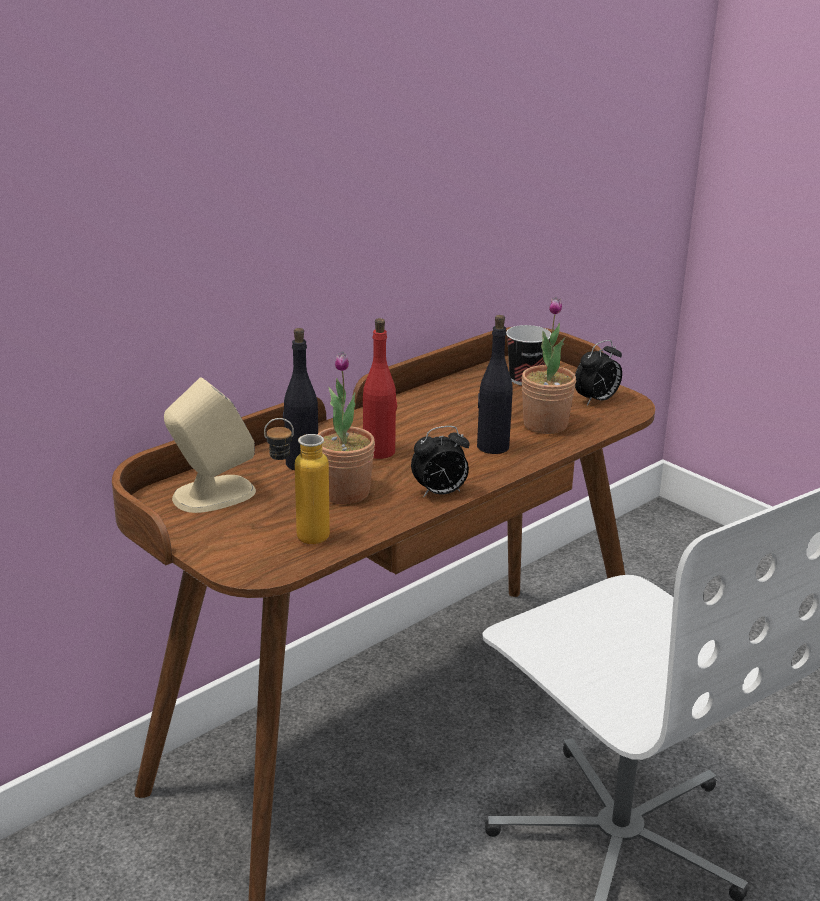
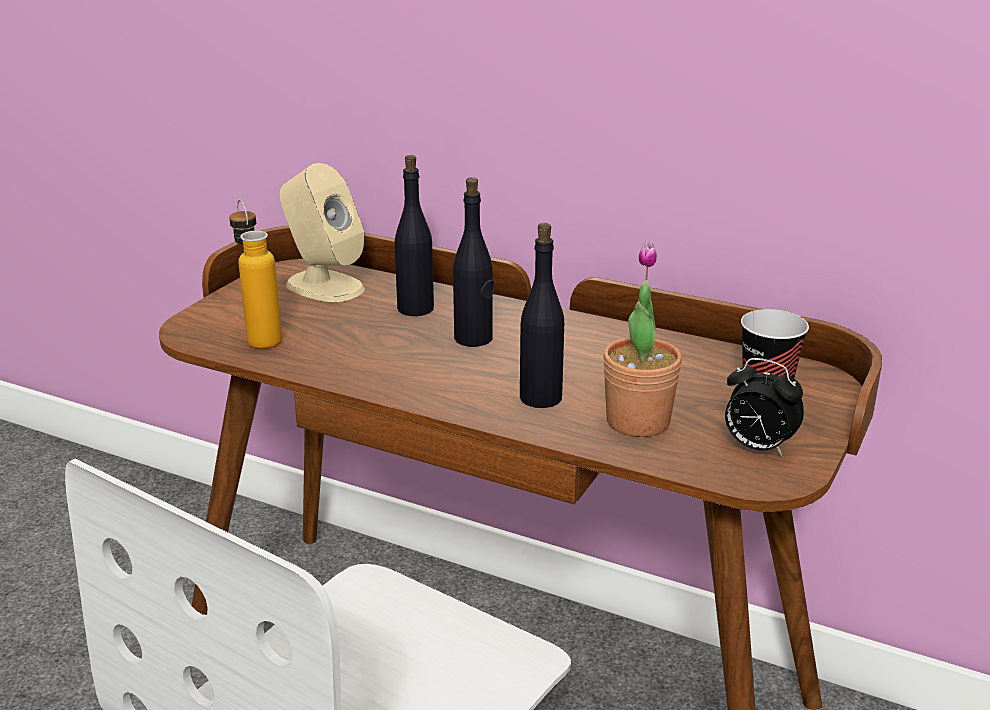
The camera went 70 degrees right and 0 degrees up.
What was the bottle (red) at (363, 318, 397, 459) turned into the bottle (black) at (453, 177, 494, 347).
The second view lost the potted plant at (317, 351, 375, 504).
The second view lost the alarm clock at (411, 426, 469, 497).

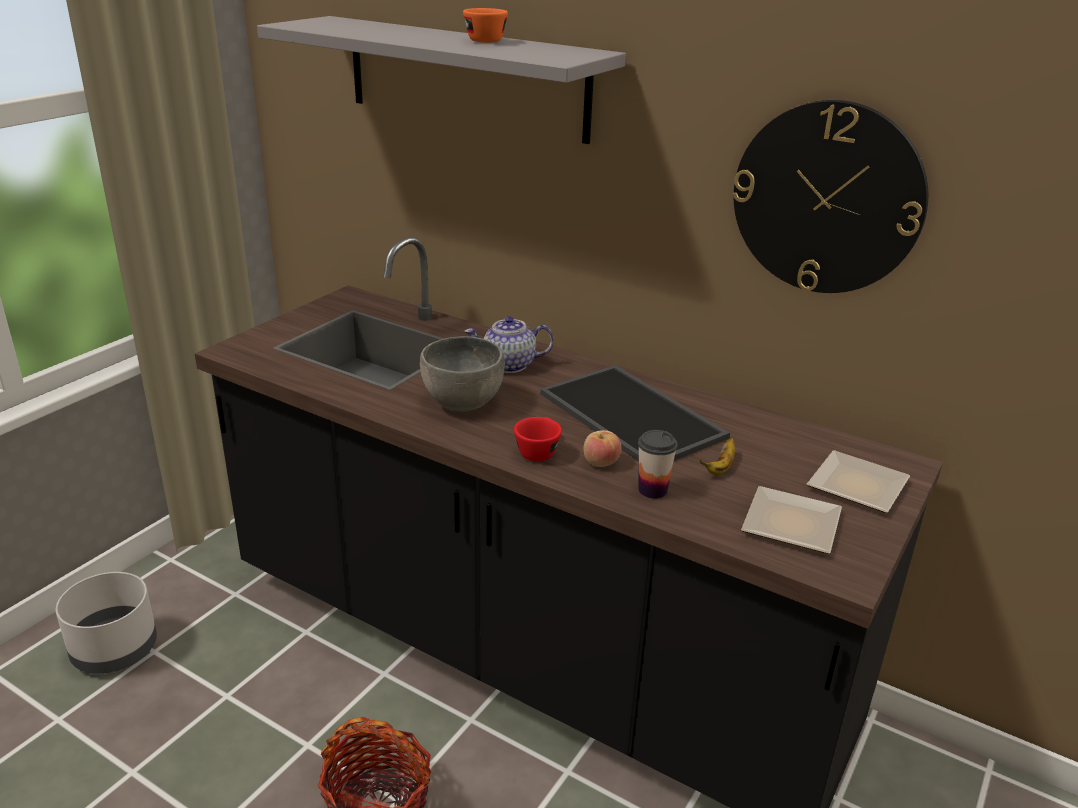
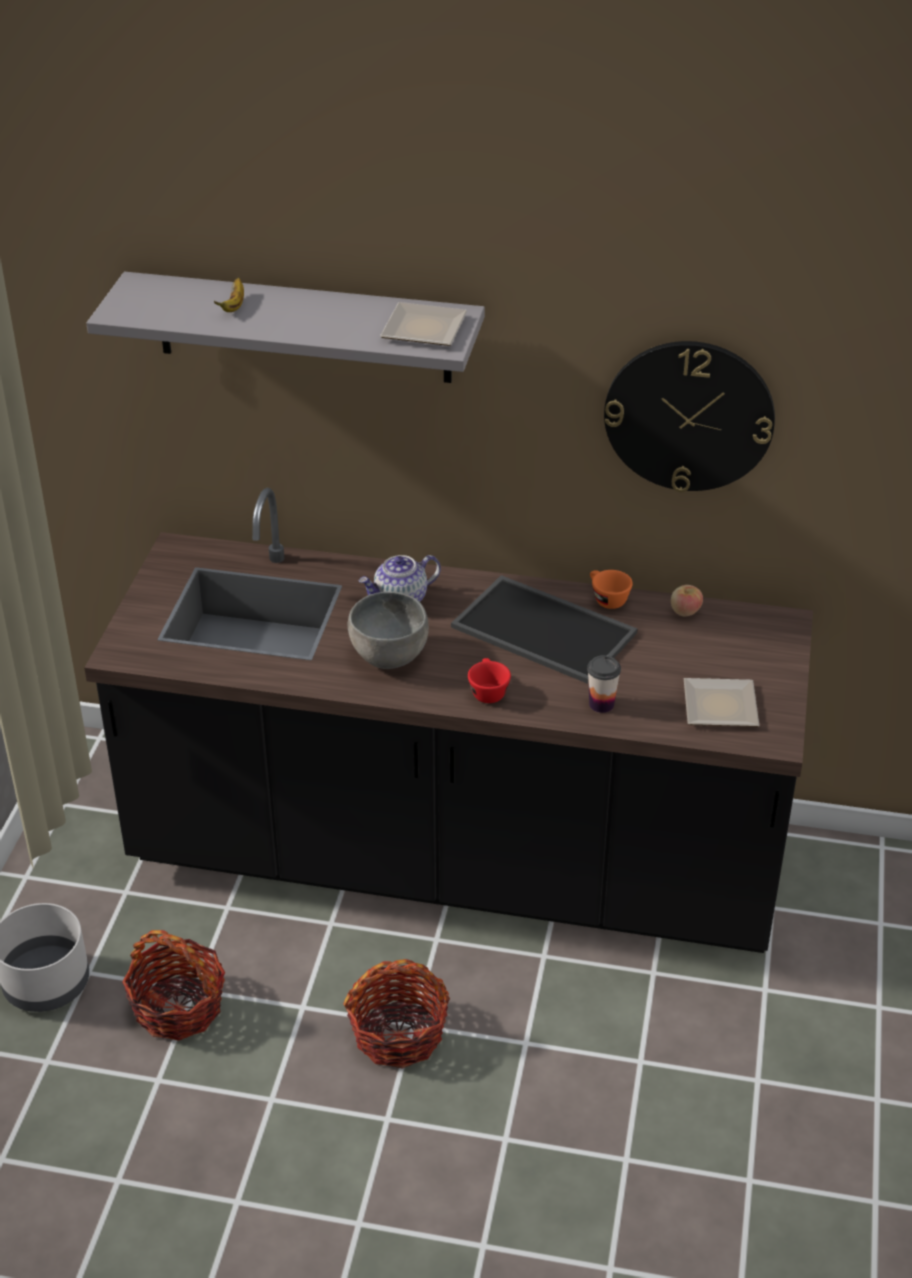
The camera went 20 degrees left and 10 degrees up.
The second view gained the basket at (122, 930, 225, 1041).
The banana ended up elsewhere, having gone from (700, 438, 735, 475) to (214, 278, 244, 312).
The plate ended up elsewhere, having gone from (807, 451, 910, 513) to (380, 302, 467, 346).
The cup (orange) ended up elsewhere, having gone from (463, 8, 508, 43) to (590, 570, 633, 609).
The apple ended up elsewhere, having gone from (584, 430, 621, 467) to (671, 585, 703, 616).

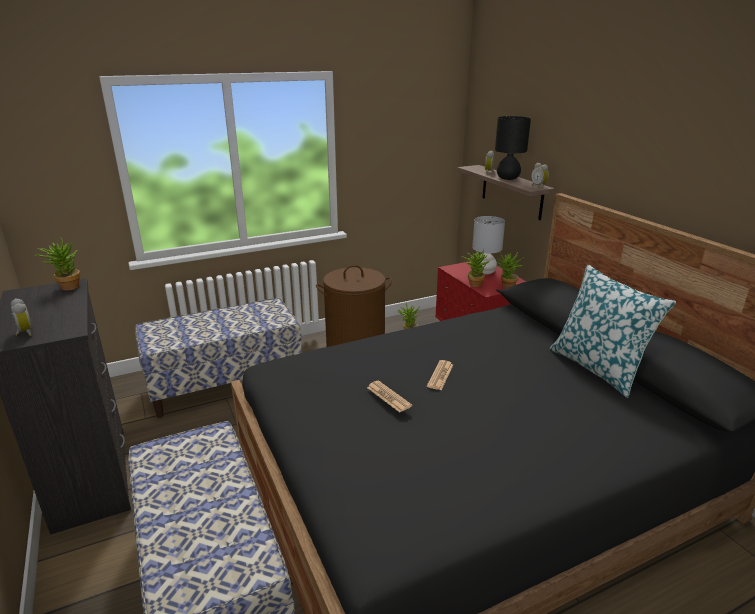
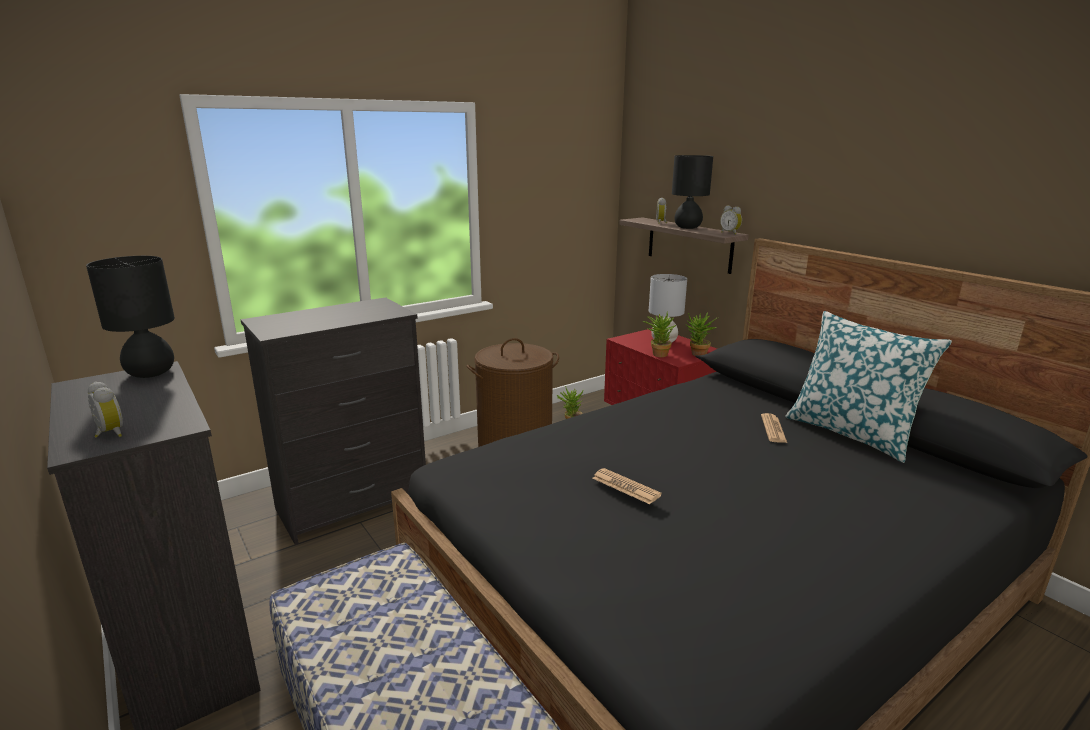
The camera went 10 degrees left and 5 degrees down.
Where the potted plant stood at (35, 237, 80, 291), the table lamp (black) came to stand at (86, 256, 175, 378).
Where the bench stood at (135, 298, 302, 418), the dresser (black) came to stand at (241, 297, 426, 545).
The newspaper ended up elsewhere, having gone from (427, 360, 453, 390) to (761, 413, 787, 443).

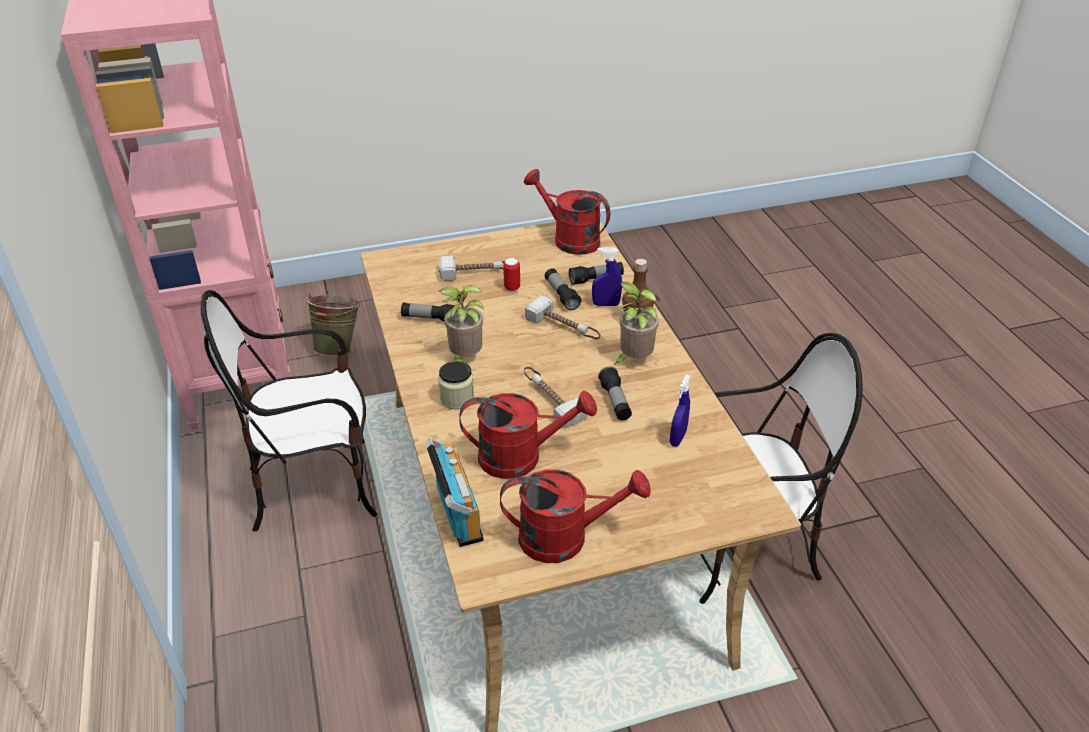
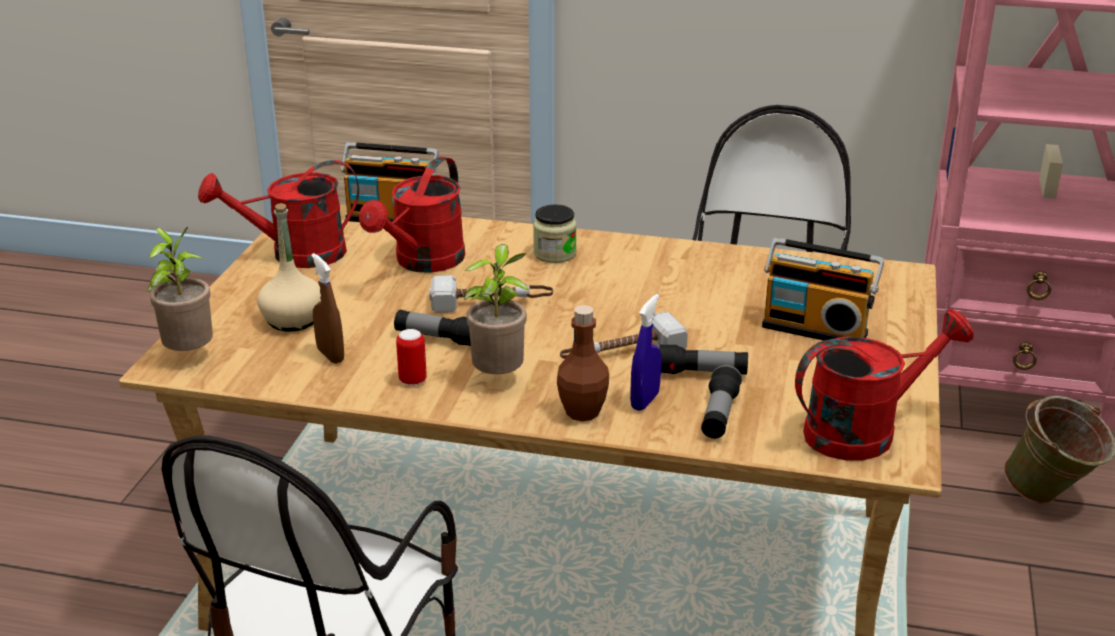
The camera went 120 degrees right and 10 degrees down.
The potted plant ended up elsewhere, having gone from (439, 285, 484, 362) to (147, 227, 213, 351).
The watering can (red) at (500, 470, 651, 563) ended up facing another way, 45 degrees clockwise from before.
The second view gained the bottle (beige) at (257, 203, 321, 332).
What was the spray bottle (blue) at (670, 374, 691, 447) turned into the spray bottle (brown) at (311, 253, 344, 364).
The can ended up elsewhere, having gone from (503, 258, 520, 291) to (396, 329, 427, 386).
Where the hammer stood at (438, 255, 505, 281), the radio came to stand at (762, 238, 884, 340).
The second view lost the flashlight at (401, 303, 455, 322).

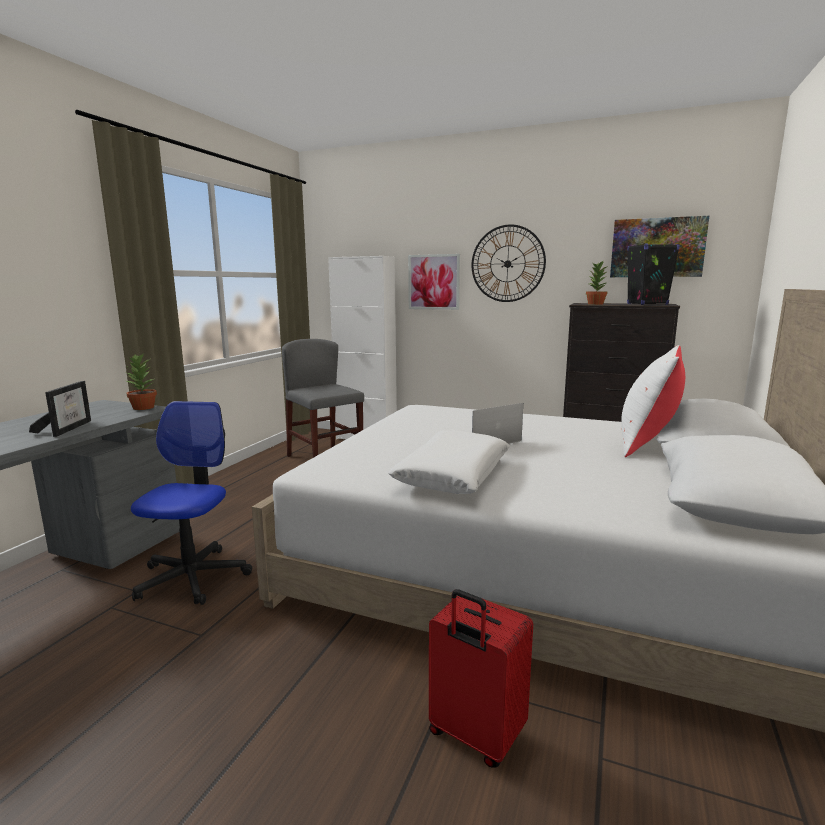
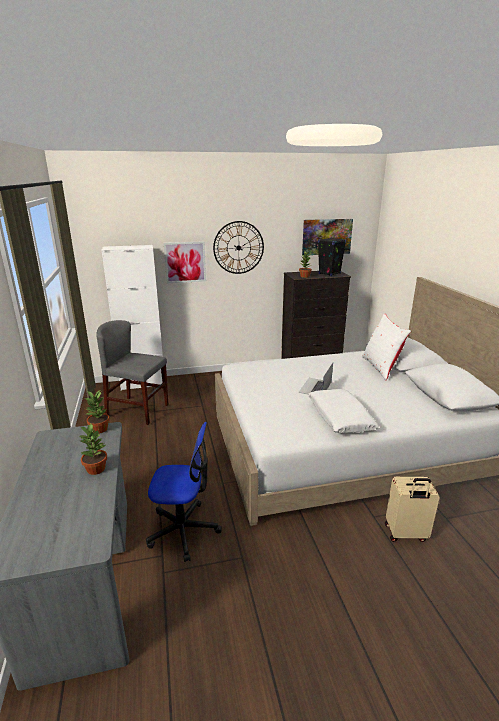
The camera went 35 degrees left and 10 degrees up.
Where the picture frame stood at (29, 381, 91, 437), the potted plant came to stand at (79, 424, 107, 475).
The office chair at (131, 401, 252, 605) ended up facing another way, 120 degrees clockwise from before.
What was the suitcase (red) at (429, 589, 533, 768) turned into the suitcase (beige) at (385, 477, 440, 542).

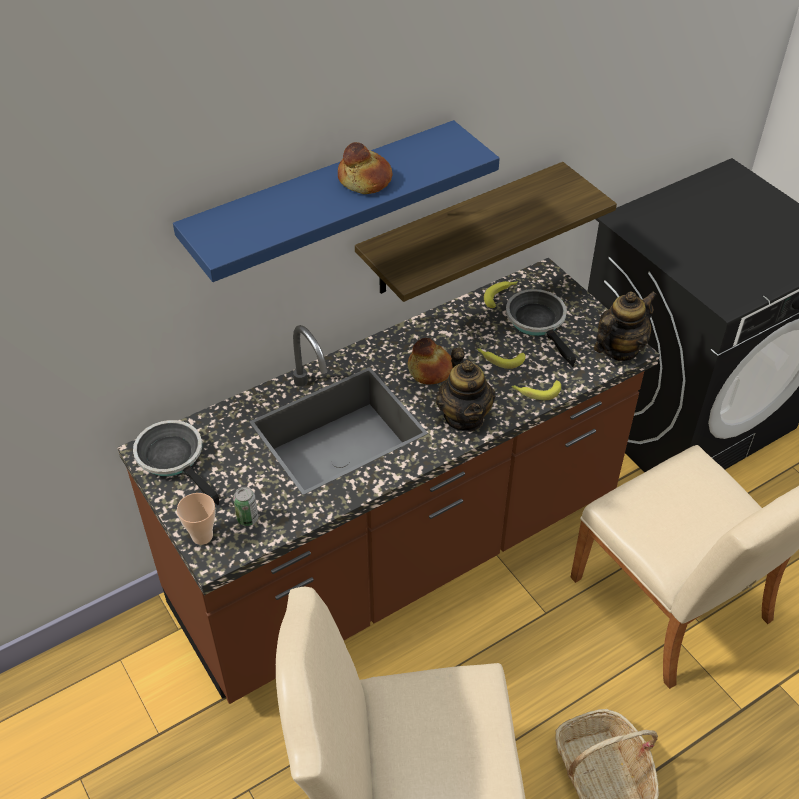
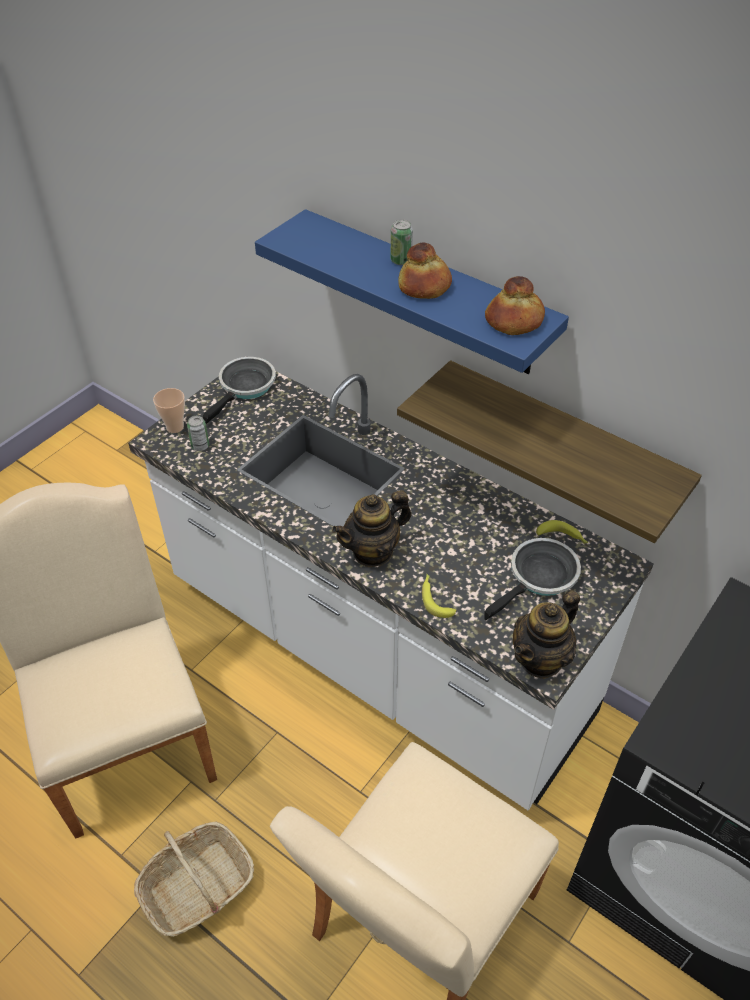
The camera went 70 degrees right and 0 degrees up.
What was the counter (brown) at (117, 258, 660, 704) turned into the counter (white) at (128, 356, 654, 810).
The second view gained the can at (391, 219, 413, 265).
The bread ended up elsewhere, having gone from (408, 338, 453, 385) to (485, 276, 545, 335).
The teapot at (594, 291, 657, 361) ended up facing another way, 105 degrees clockwise from before.
The second view lost the banana at (477, 348, 525, 369).

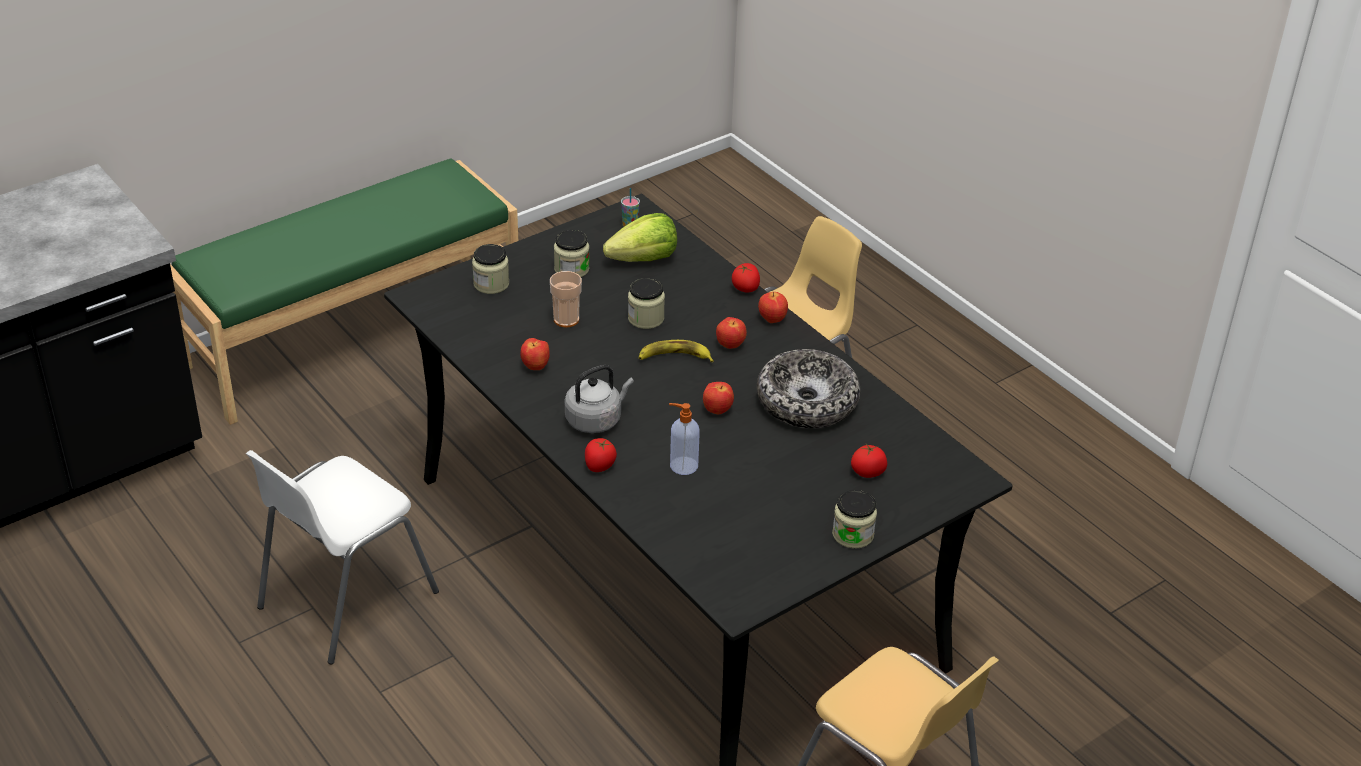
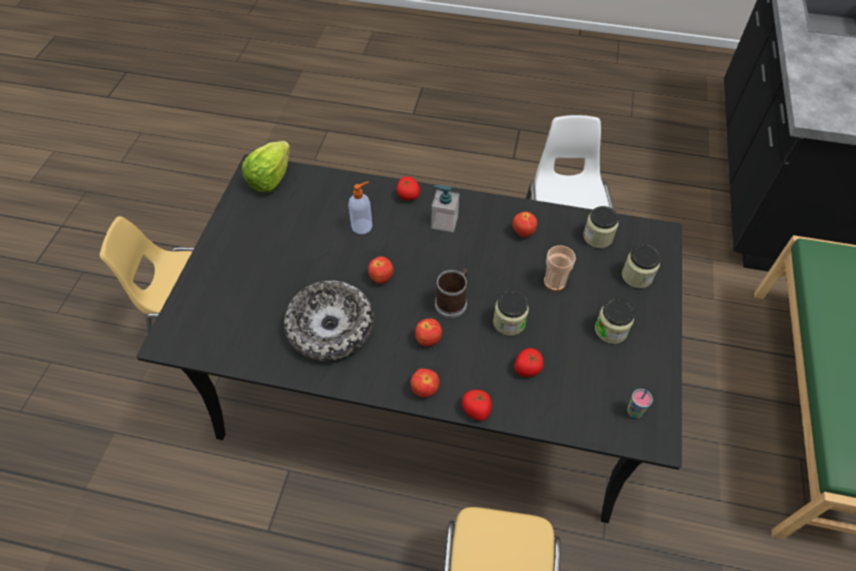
The camera went 140 degrees right and 15 degrees up.
The lettuce ended up elsewhere, having gone from (603, 213, 677, 262) to (242, 141, 290, 192).
Where the kettle (grey) stood at (565, 365, 634, 433), the soap dispenser came to stand at (432, 185, 459, 232).
Where the banana stood at (639, 340, 714, 362), the mug came to stand at (435, 268, 468, 318).
The tomato ended up elsewhere, having gone from (851, 444, 887, 478) to (514, 348, 544, 377).
The jar ended up elsewhere, having gone from (832, 490, 877, 549) to (583, 206, 619, 248).

